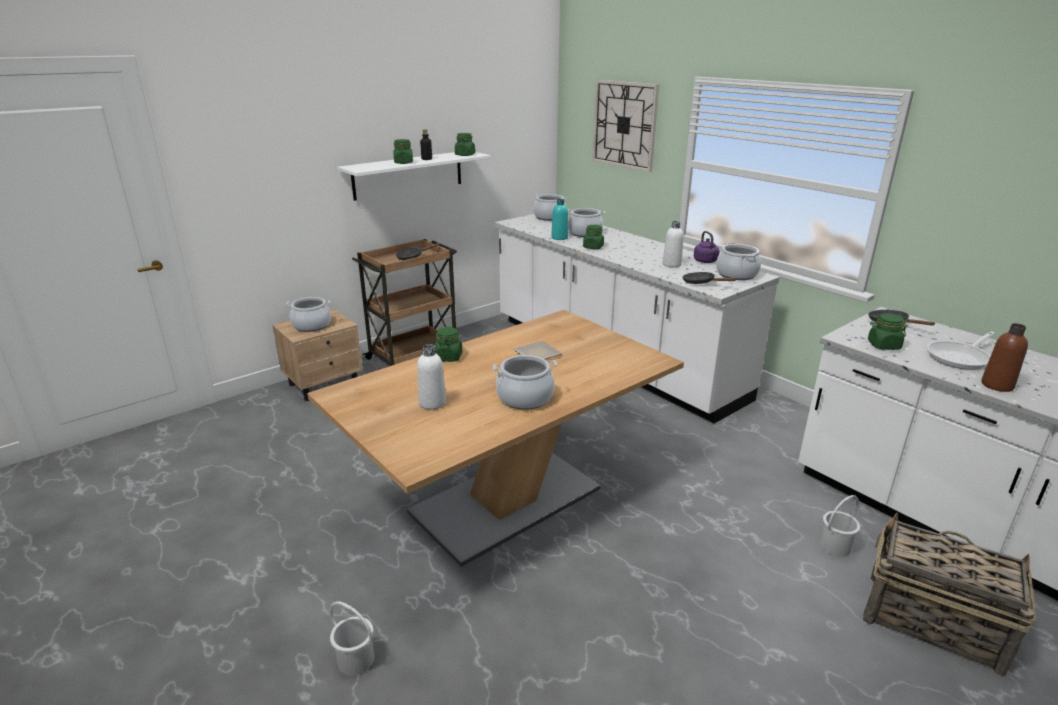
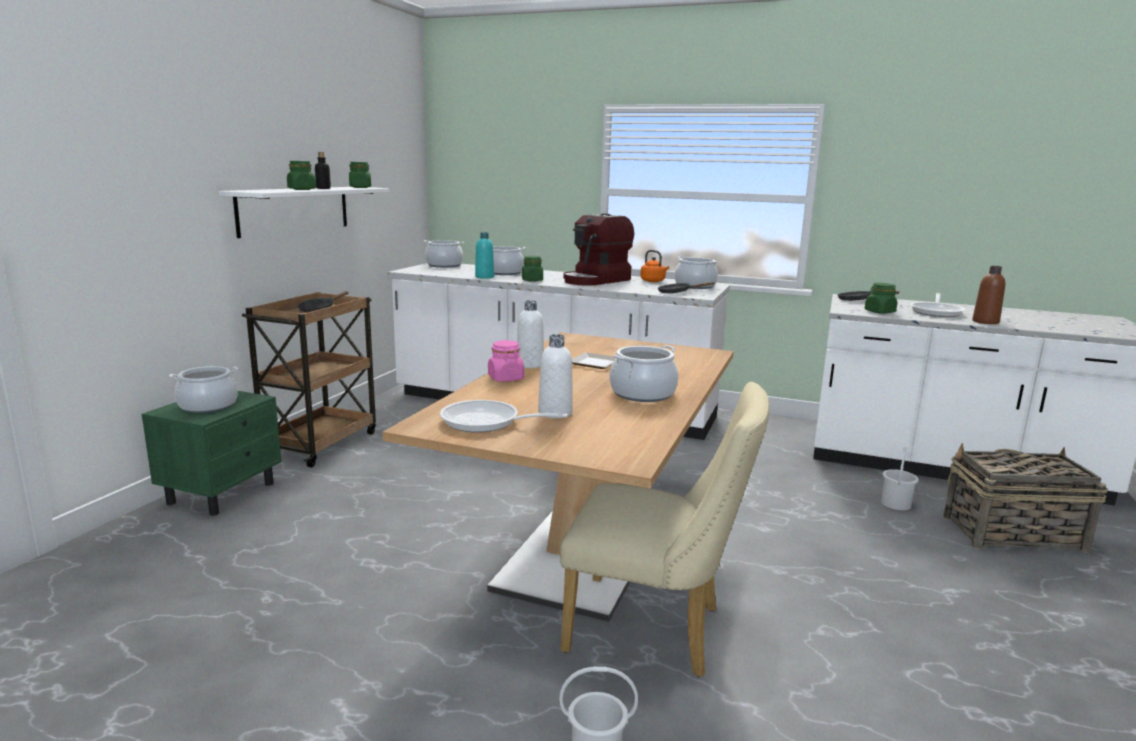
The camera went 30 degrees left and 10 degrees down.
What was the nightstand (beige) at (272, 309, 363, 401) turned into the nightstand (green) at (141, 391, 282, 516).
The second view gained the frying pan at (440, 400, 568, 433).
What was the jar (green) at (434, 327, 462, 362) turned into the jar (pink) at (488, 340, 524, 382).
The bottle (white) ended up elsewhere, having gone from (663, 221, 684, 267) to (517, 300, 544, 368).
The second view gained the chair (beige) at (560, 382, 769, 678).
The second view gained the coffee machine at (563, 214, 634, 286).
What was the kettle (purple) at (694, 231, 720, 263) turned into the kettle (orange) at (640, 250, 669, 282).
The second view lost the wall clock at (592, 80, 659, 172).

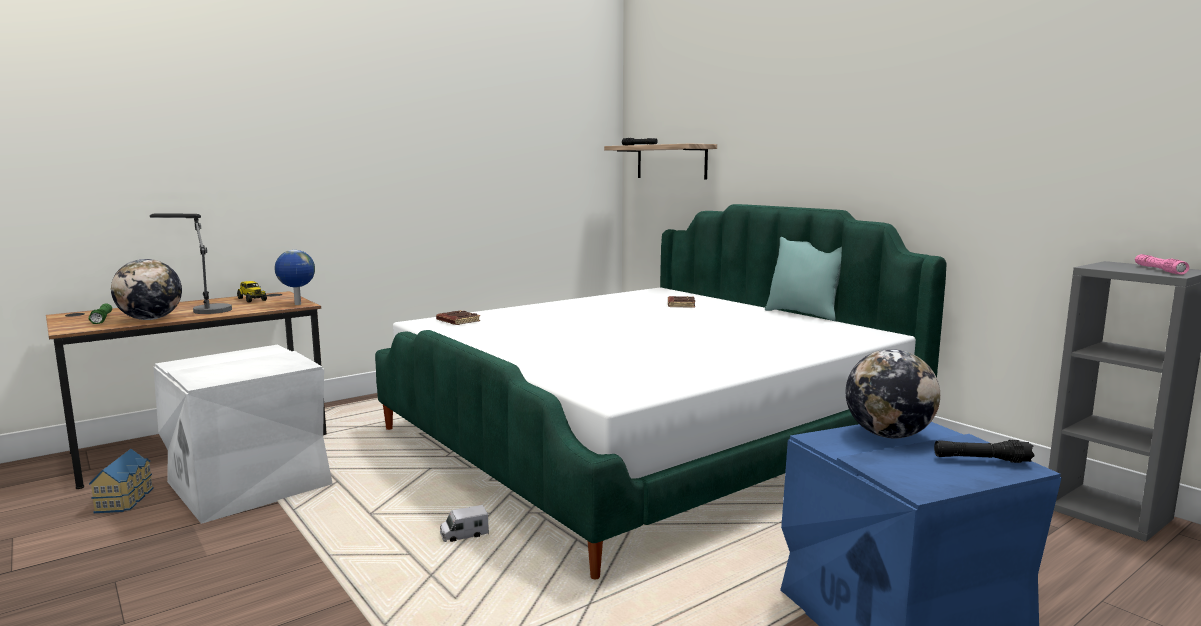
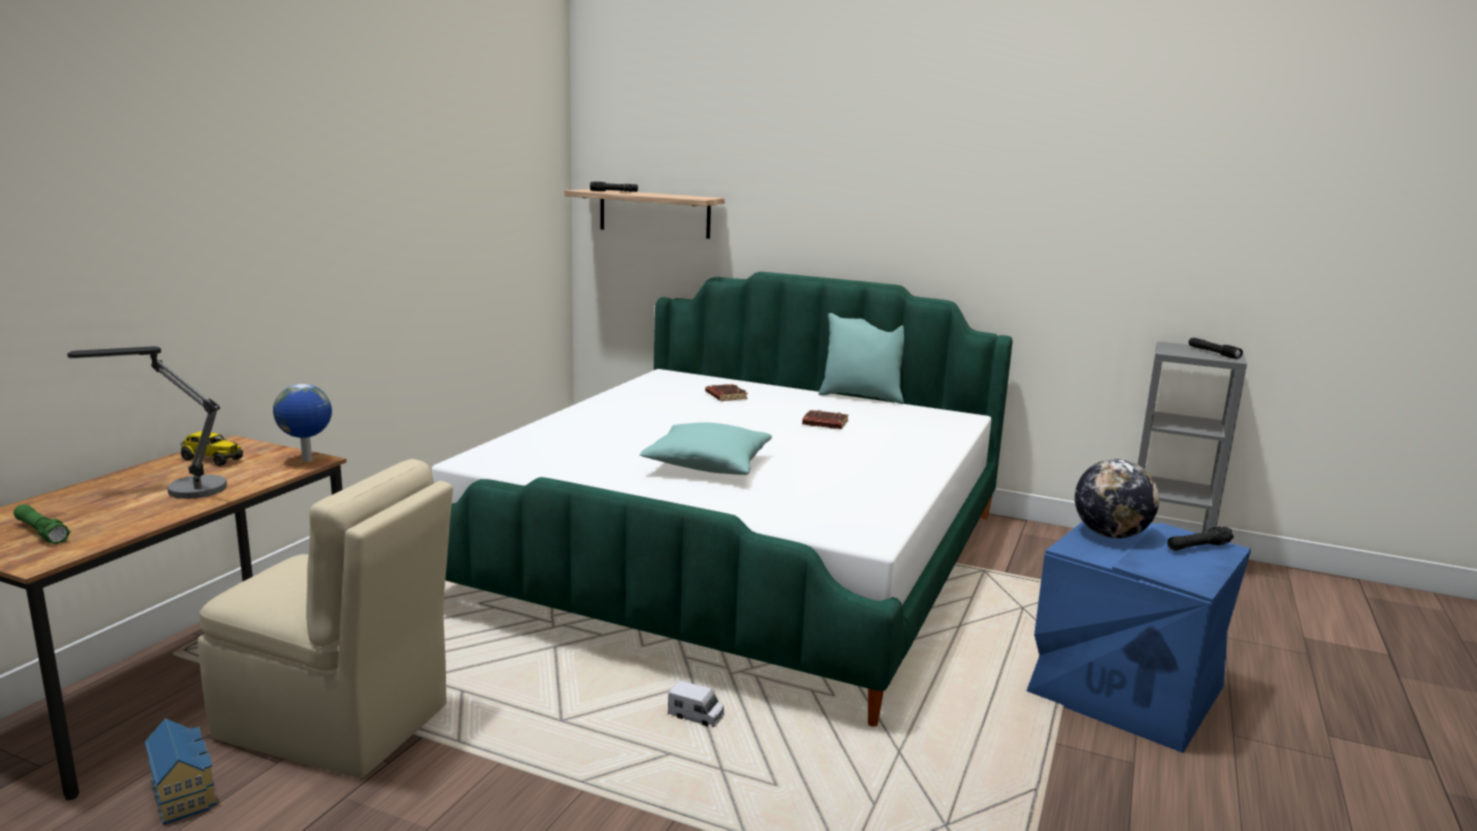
The camera went 30 degrees left and 5 degrees up.
Where the storage box (white) stood at (153, 345, 333, 524), the chair (beige) came to stand at (198, 459, 453, 779).
The second view gained the pillow (turquoise) at (640, 423, 772, 475).
The toy truck at (440, 505, 489, 542) ended up facing another way, 105 degrees counterclockwise from before.
The book (brown) ended up elsewhere, having gone from (436, 310, 480, 325) to (802, 410, 848, 429).
What was the flashlight (pink) at (1135, 254, 1189, 275) turned into the flashlight (black) at (1189, 338, 1243, 359).
The second view lost the globe at (111, 259, 182, 320).

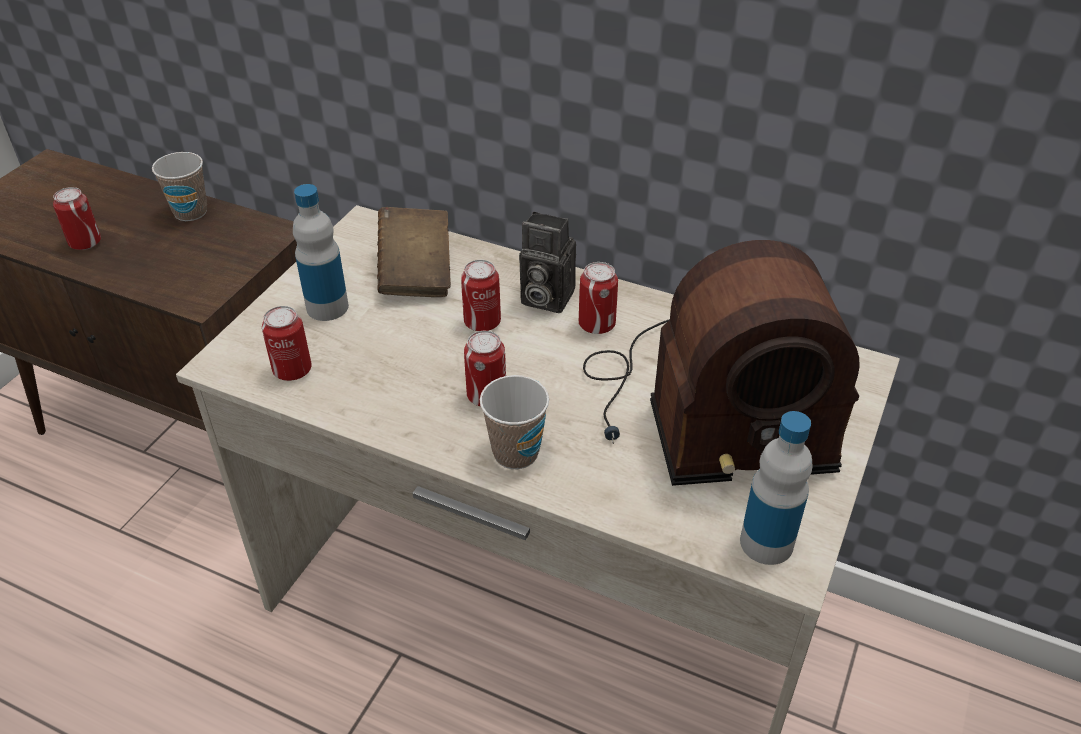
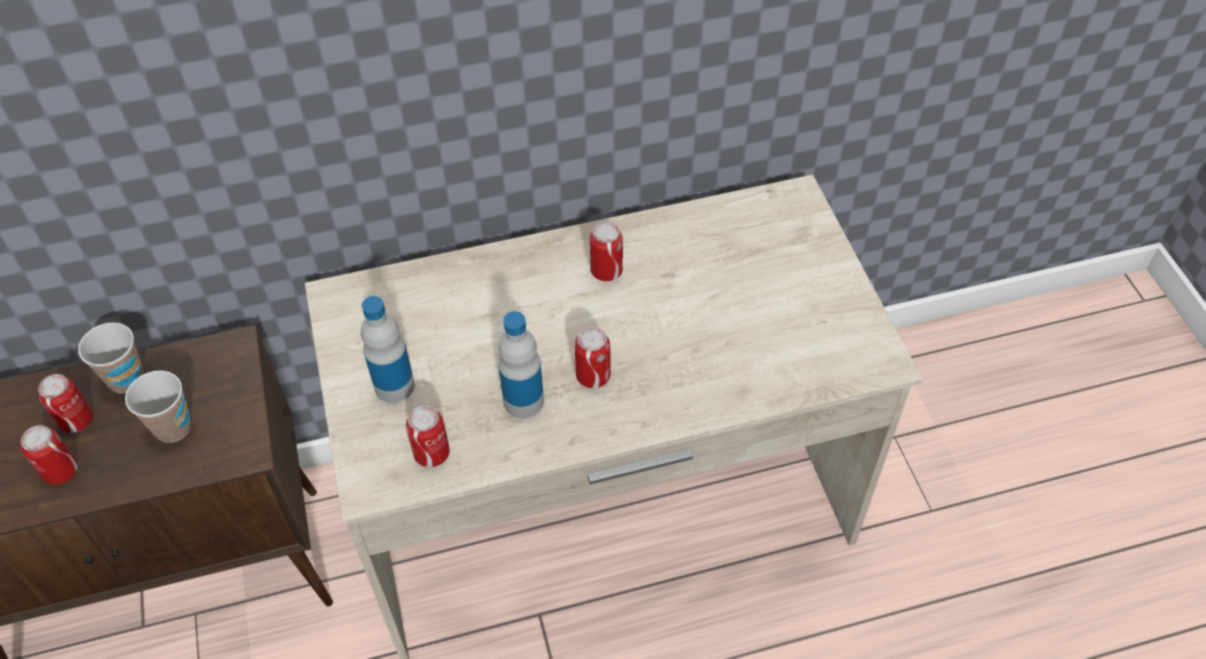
The camera went 40 degrees left and 10 degrees up.
The can ended up elsewhere, having gone from (461, 260, 501, 331) to (38, 374, 93, 433).
The cup ended up elsewhere, having gone from (480, 375, 549, 469) to (125, 371, 191, 443).
The bottle ended up elsewhere, having gone from (740, 411, 812, 565) to (498, 311, 544, 418).
The second view lost the book (brown) at (377, 207, 451, 297).
The second view lost the photo camera at (519, 212, 576, 313).
The second view lost the radio at (583, 240, 860, 486).

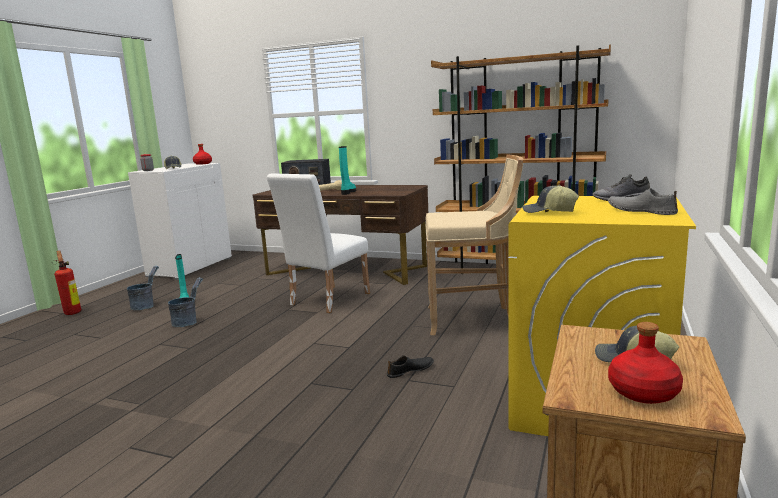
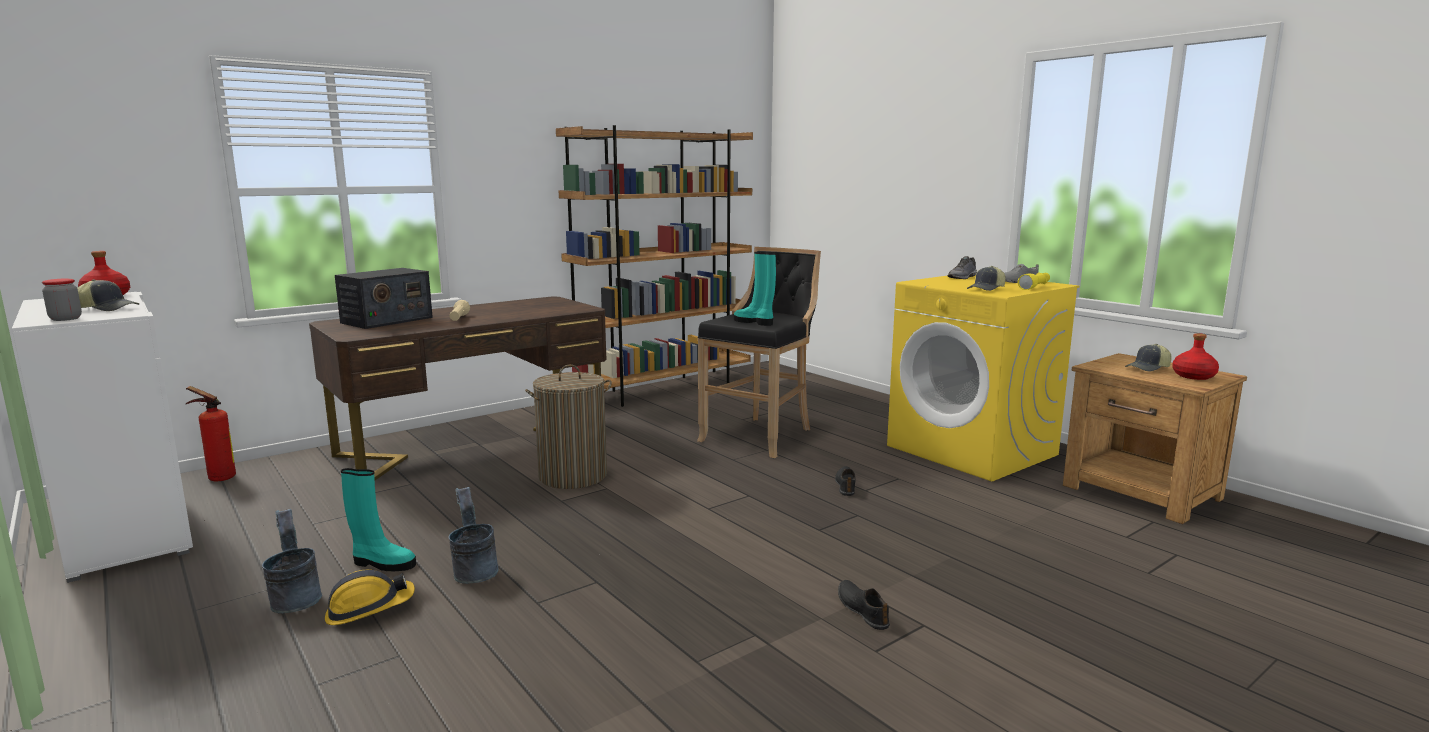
The camera went 60 degrees left and 0 degrees up.
The fire extinguisher ended up elsewhere, having gone from (52, 251, 82, 315) to (186, 386, 236, 481).
The second view gained the hard hat at (325, 570, 415, 625).
Where the chair (white) stood at (267, 173, 370, 313), the laundry basket came to stand at (525, 364, 612, 489).
What was the stool (beige) at (425, 154, 523, 335) turned into the stool (black) at (697, 247, 821, 458).
The boot (turquoise) ended up elsewhere, having gone from (339, 146, 356, 195) to (734, 252, 776, 326).
The second view gained the shoe (black) at (838, 580, 890, 630).
The second view gained the flashlight (yellow) at (1018, 272, 1050, 290).

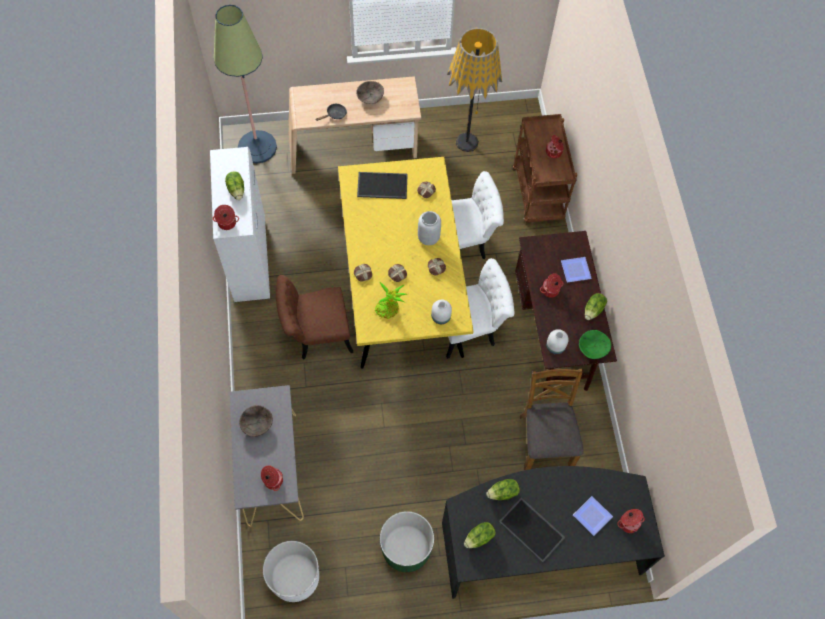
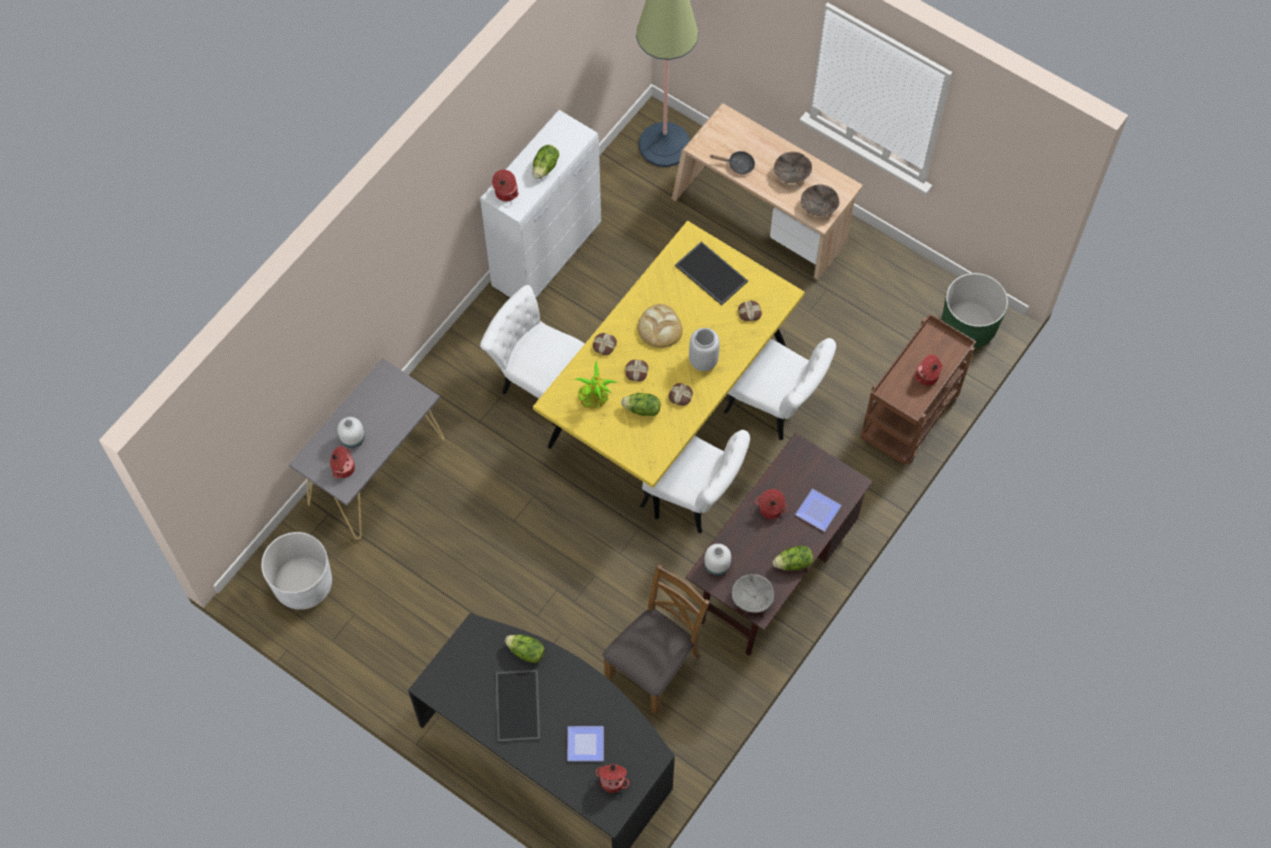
The camera went 45 degrees right and 0 degrees up.
The vase (white) ended up elsewhere, having gone from (431, 300, 452, 324) to (337, 417, 365, 448).
What was the chair (brown) at (276, 275, 353, 359) turned into the chair (white) at (480, 285, 585, 426).
The lettuce ended up elsewhere, having gone from (464, 522, 496, 548) to (621, 393, 661, 416).
The second view gained the bread at (637, 304, 683, 348).
What was the bowl (green) at (579, 330, 611, 359) turned into the bowl (grey) at (732, 574, 774, 613).
The bowl (brown) ended up elsewhere, having gone from (239, 405, 273, 437) to (801, 184, 840, 216).
The planter (green) ended up elsewhere, having gone from (380, 511, 434, 572) to (942, 273, 1008, 348).
The second view lost the floor lamp at (447, 28, 502, 152).

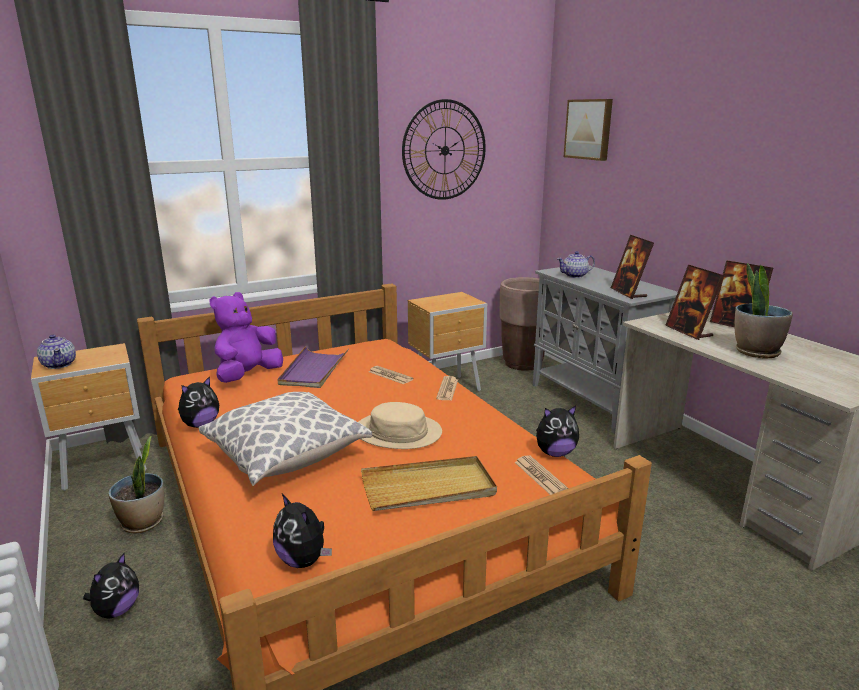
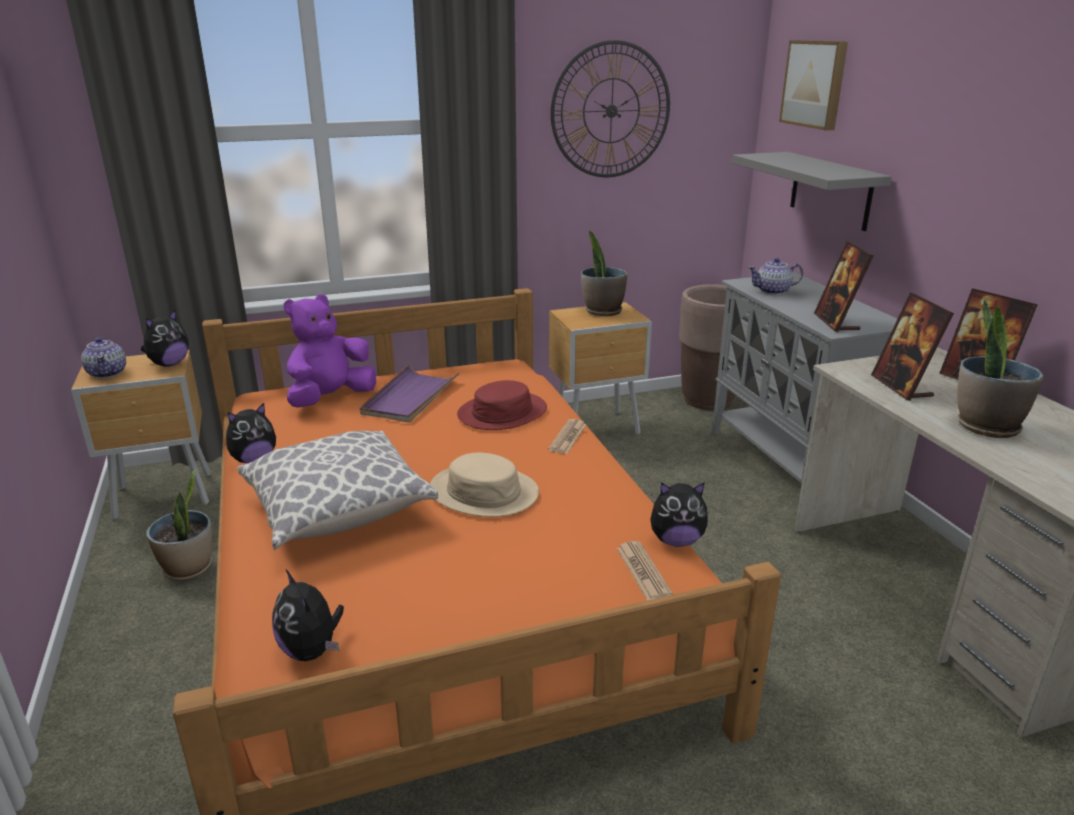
The camera went 10 degrees right and 5 degrees up.
The plush toy ended up elsewhere, having gone from (83, 553, 139, 619) to (141, 310, 189, 367).
Where the newspaper stood at (369, 366, 413, 384), the hat (red) came to stand at (457, 380, 547, 430).
The second view gained the potted plant at (581, 230, 627, 316).
The second view gained the shelf (grey) at (732, 152, 892, 231).
The second view lost the tray (beige) at (361, 456, 497, 511).

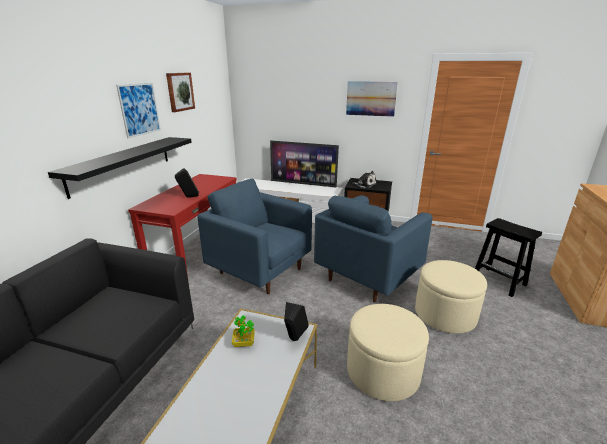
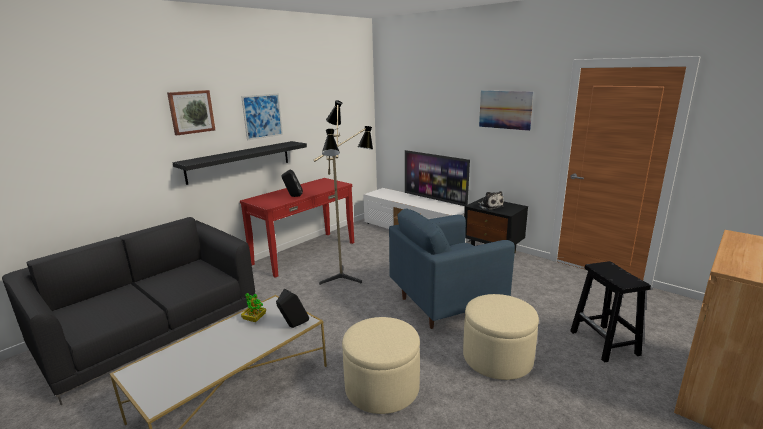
The camera went 25 degrees right and 5 degrees down.
The picture ended up elsewhere, having gone from (166, 72, 195, 112) to (167, 90, 215, 135).
Where the armchair (blue) stood at (198, 179, 312, 294), the floor lamp came to stand at (314, 100, 373, 285).

